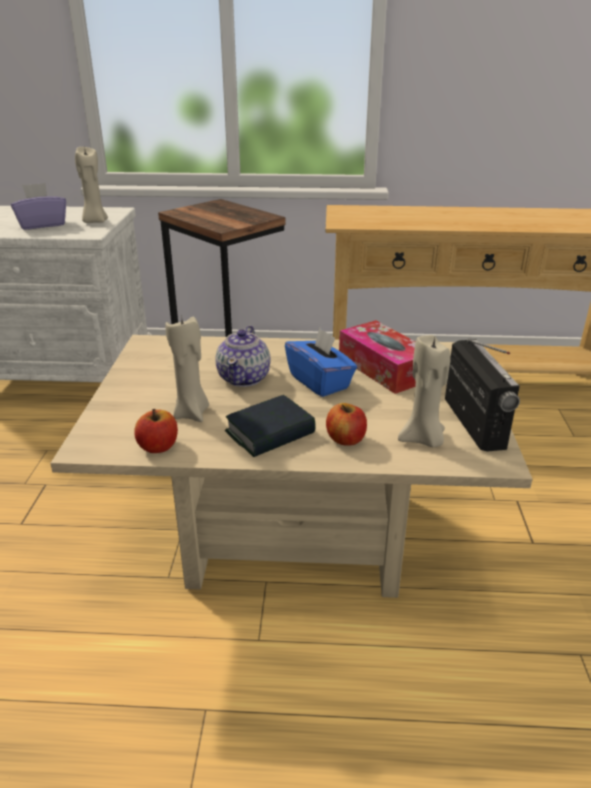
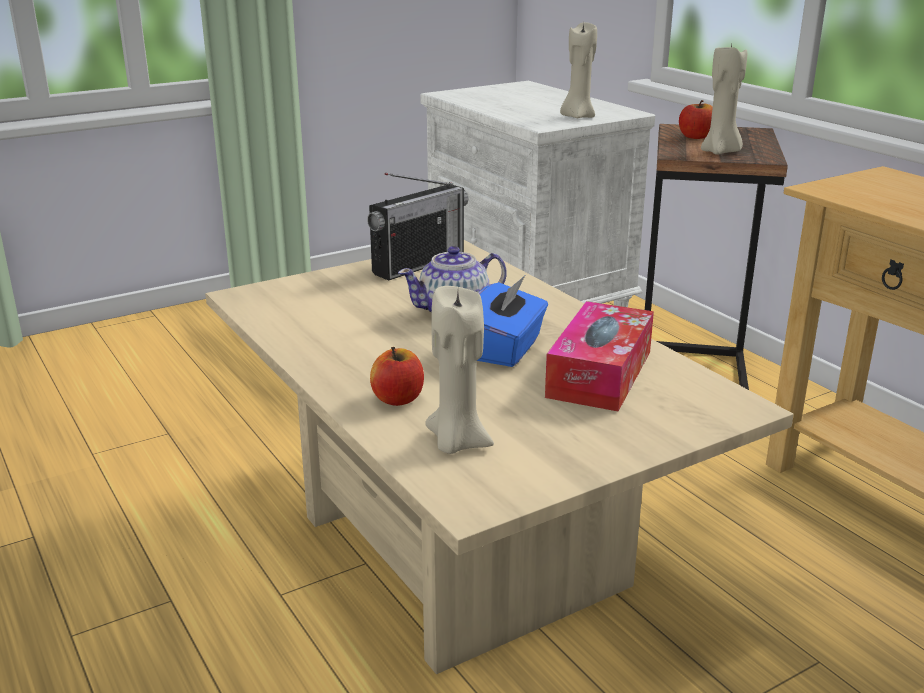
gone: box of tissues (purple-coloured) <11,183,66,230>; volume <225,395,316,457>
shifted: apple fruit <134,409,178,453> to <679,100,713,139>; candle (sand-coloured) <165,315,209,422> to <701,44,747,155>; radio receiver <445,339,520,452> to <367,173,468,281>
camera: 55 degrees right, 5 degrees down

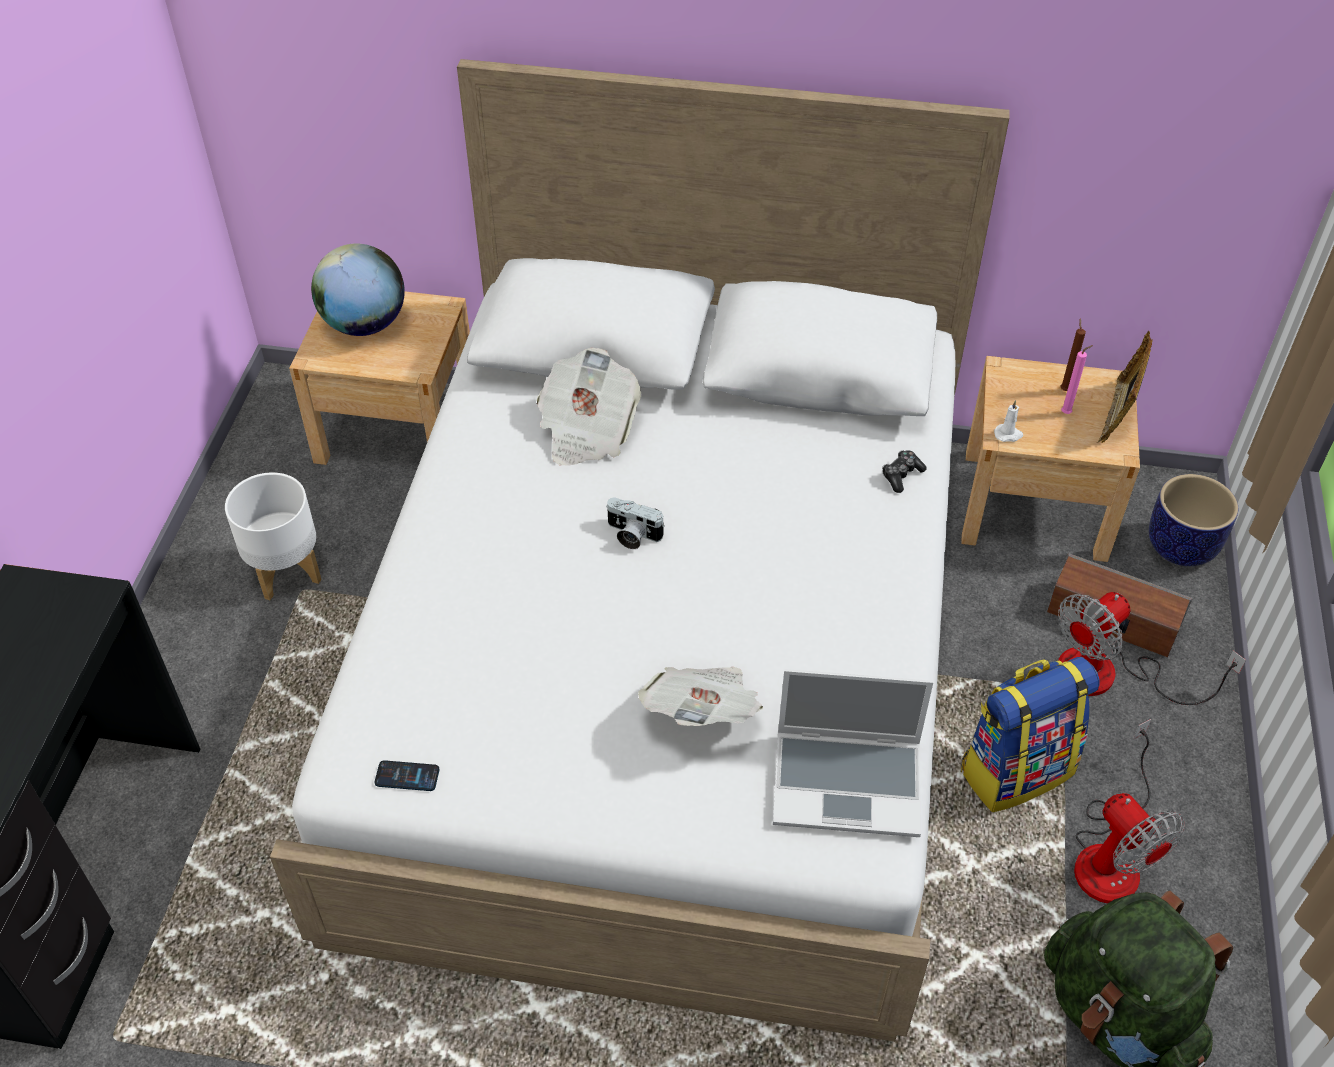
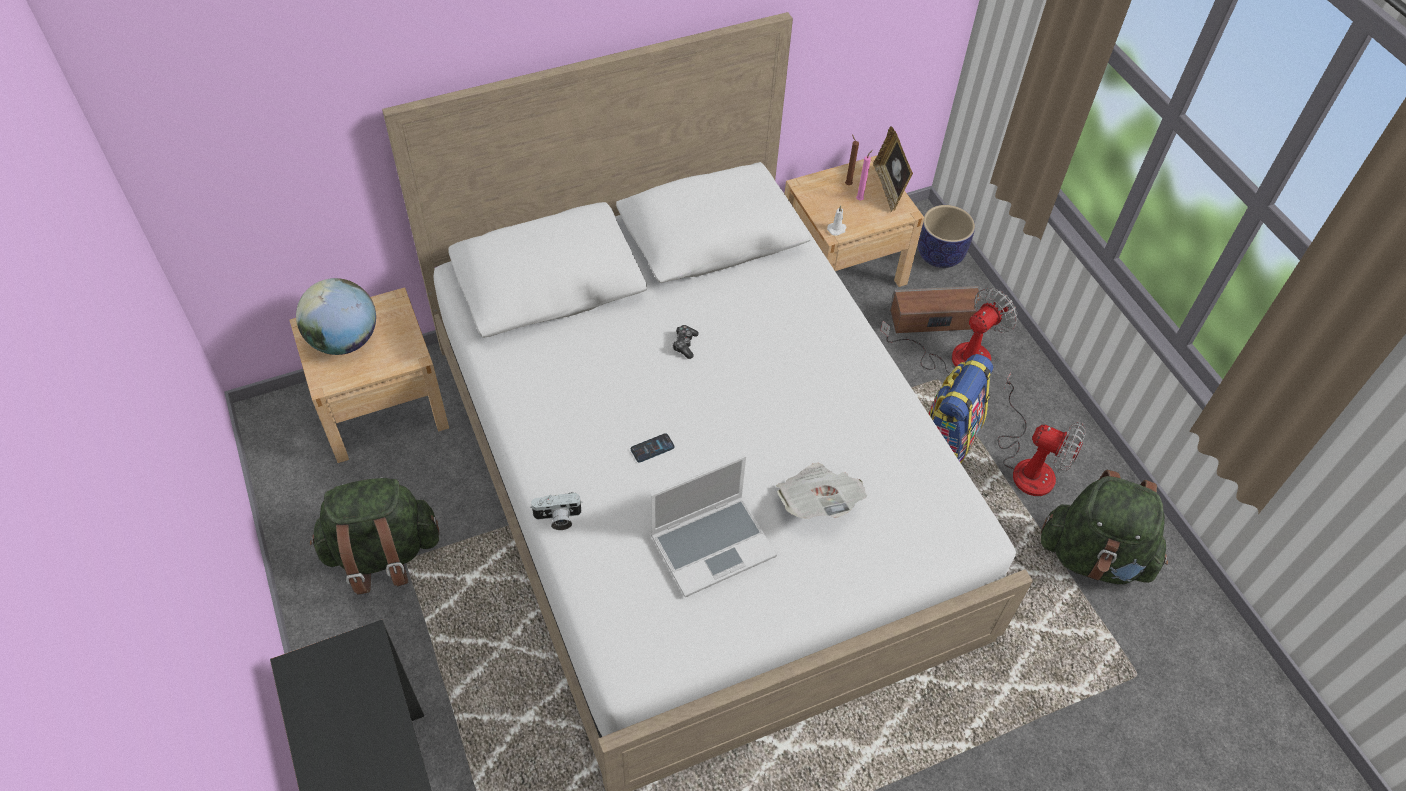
gone: daily paper <537,348,641,466>
shifted: phone <375,760,440,791> to <631,433,674,462>; still camera <606,498,665,549> to <530,492,582,530>; portable computer <773,669,933,837> to <651,455,777,597>; joypad <882,450,927,493> to <672,325,699,359>
swapped: plant pot (white-coloured) <225,472,322,600> to knapsack (green) <310,478,439,594>
rotated: cooling fan <1058,592,1246,705> = <880,288,1017,374> 150 degrees counterclockwise
camera: 35 degrees left, 5 degrees up

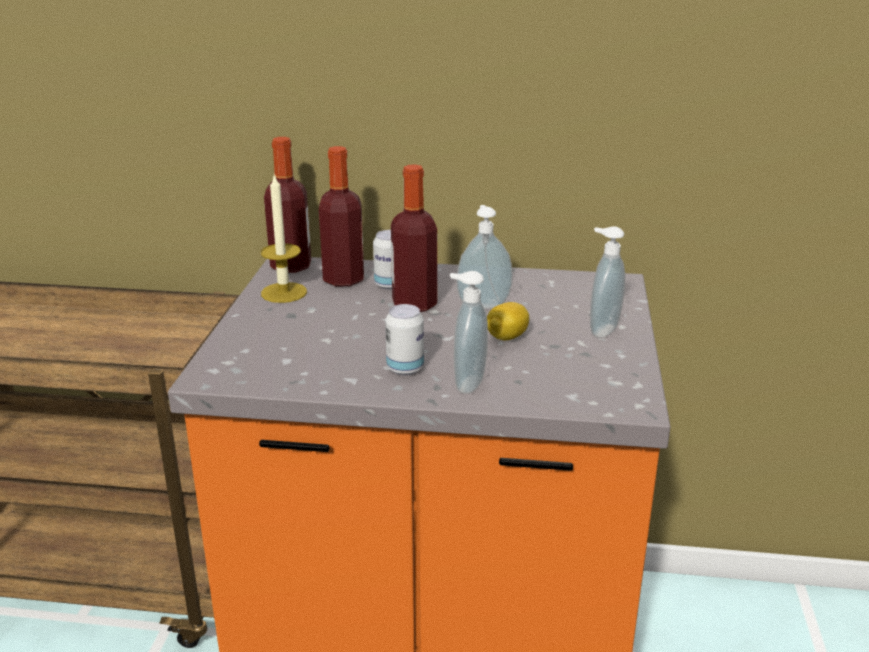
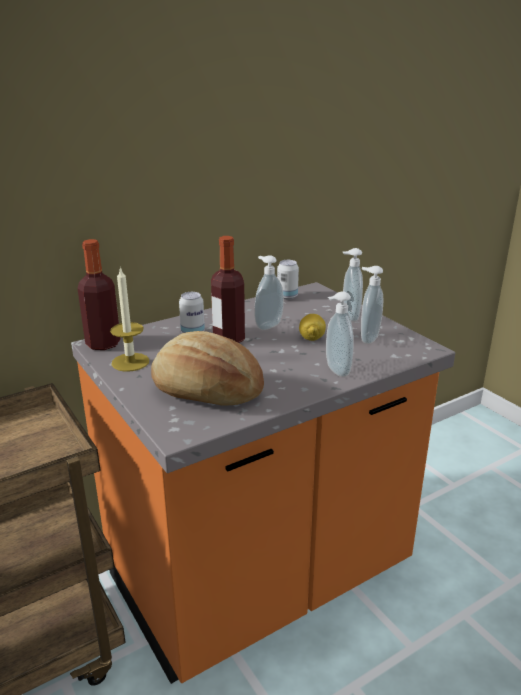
gone: beverage bottle <319,146,364,286>
new: bread <151,331,264,406>; liquid soap bottle <361,266,384,344>
shifted: can <385,304,424,376> to <277,260,299,300>
camera: 40 degrees left, 0 degrees up

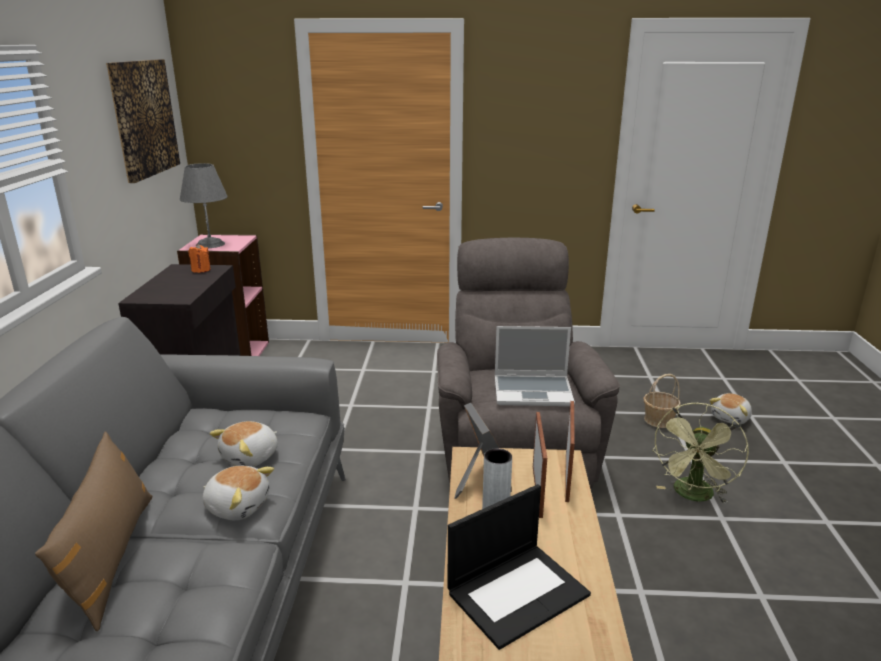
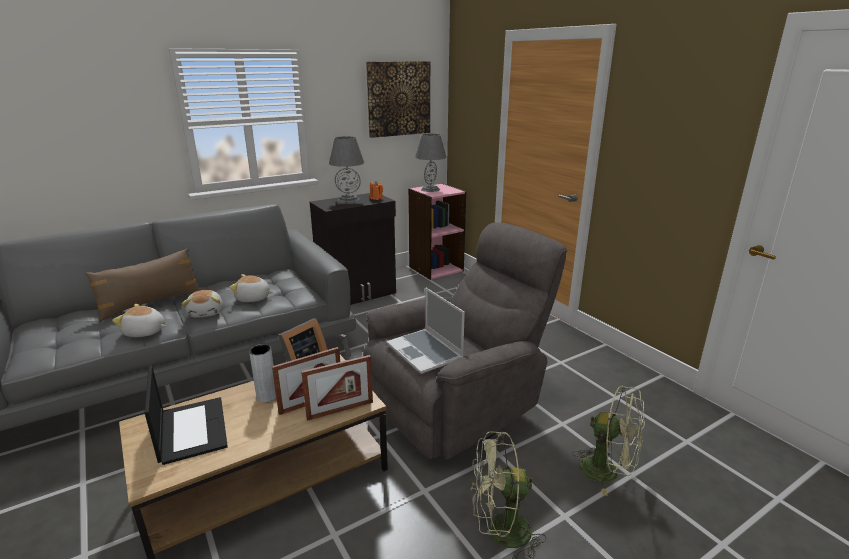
new: tabletop lamp (gray) <329,136,364,202>
shifted: cuddly toy <709,393,752,425> to <112,304,166,337>
swapped: basket <643,374,681,428> to cooling fan (green) <572,386,645,496>
rotated: portable computer <448,484,591,650> = <145,365,228,465> 135 degrees counterclockwise
camera: 55 degrees right, 0 degrees up

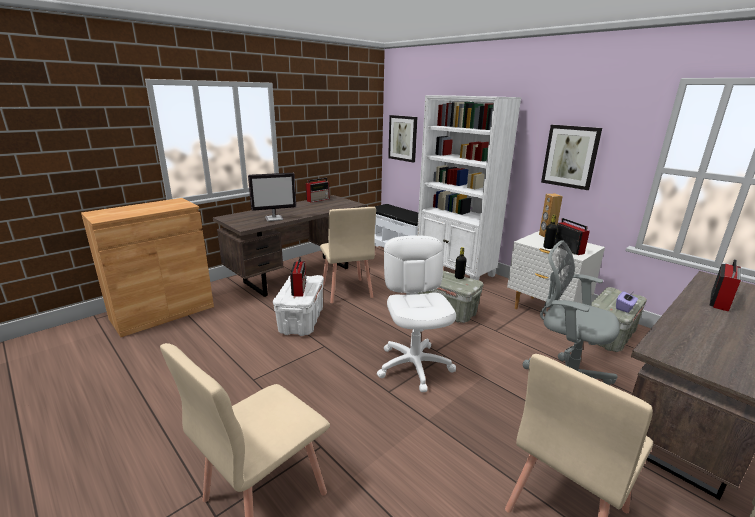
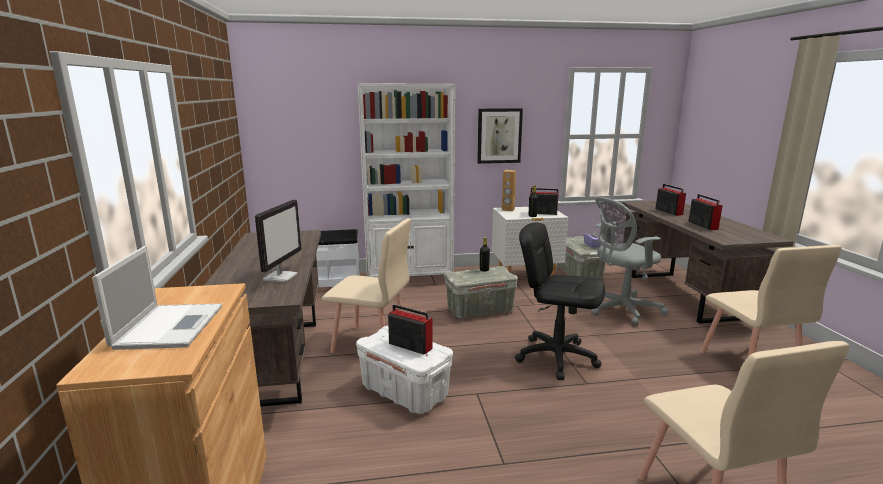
gone: wall picture <388,115,417,163>
new: portable computer <92,246,222,350>
shifted: radio receiver <306,178,329,202> to <688,194,722,230>
repainted: desk chair (white-coloured) <377,235,456,392> to desk chair (black) <515,222,605,380>
camera: 55 degrees left, 5 degrees down

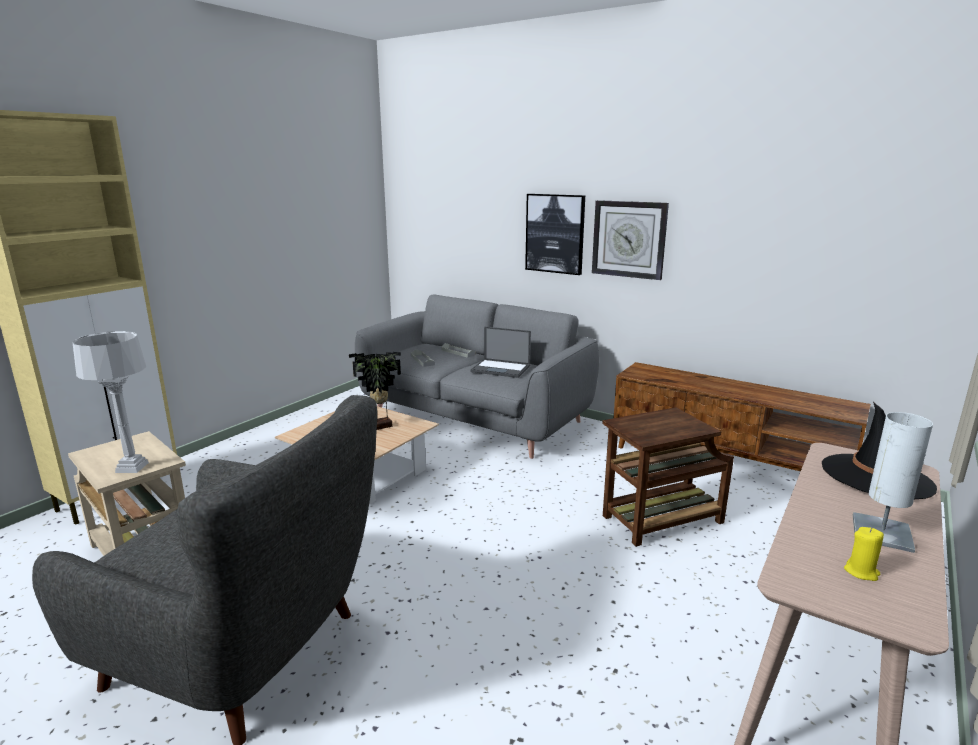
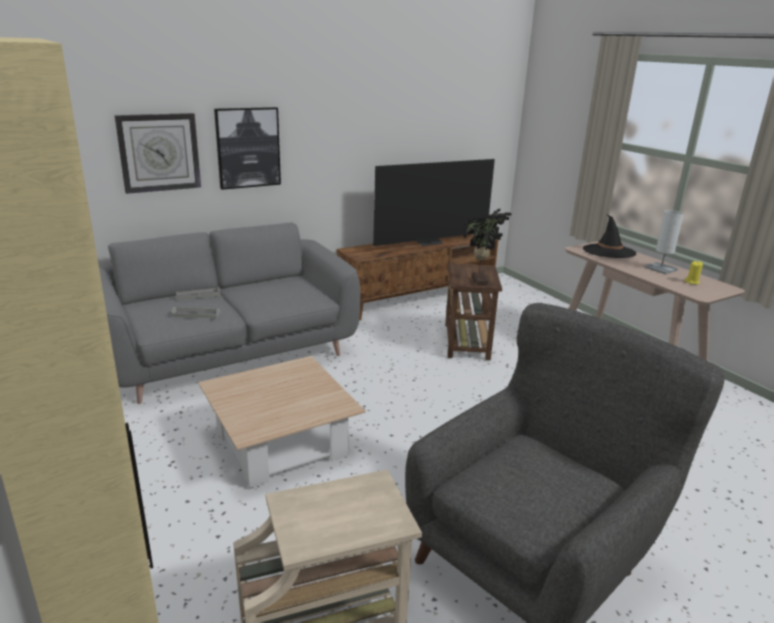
gone: tabletop lamp (gray) <72,331,149,473>; portable computer <471,326,531,378>
new: television <373,159,495,246>
shifted: potted plant <349,352,401,430> to <464,208,512,286>; clock on the wall <592,200,669,280> to <114,113,201,194>
camera: 65 degrees left, 5 degrees up

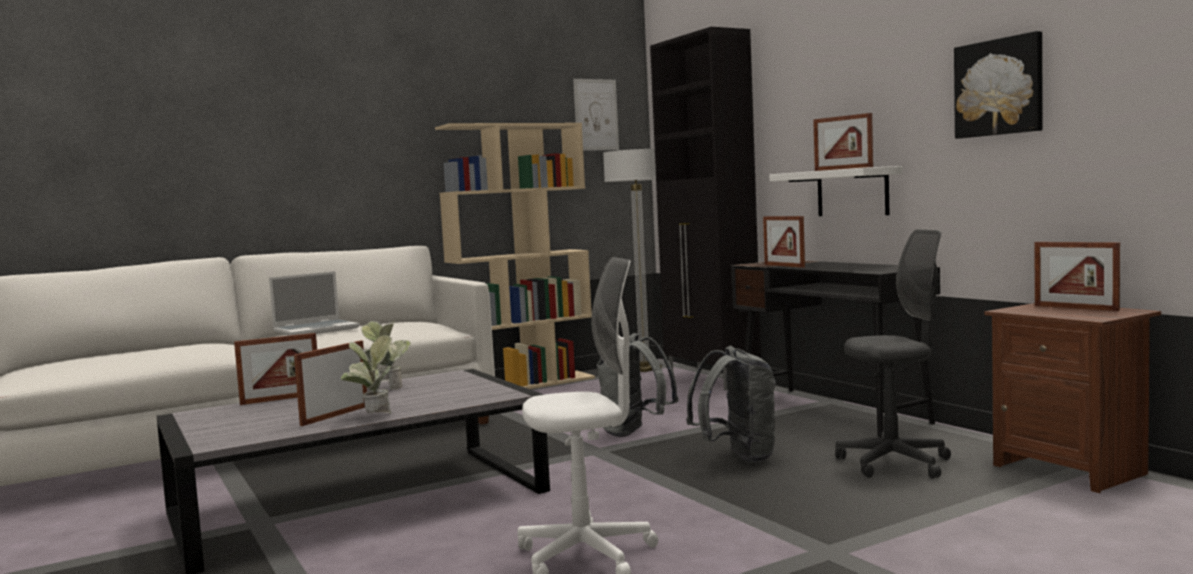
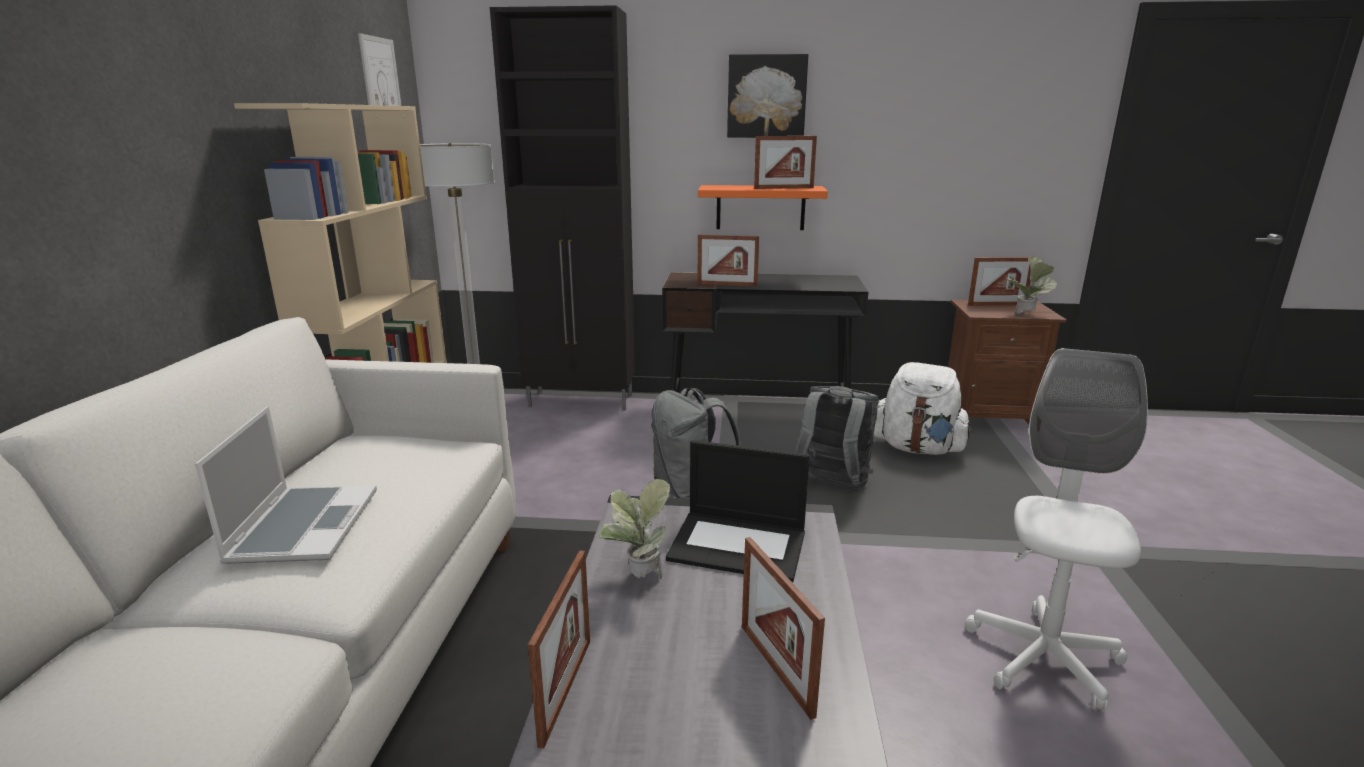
new: portable computer <666,440,809,582>
shifted: potted plant <341,335,392,414> to <1007,256,1057,314>; wall picture <954,31,1043,139> to <727,54,808,138>
swapped: desk chair (gray) <835,229,951,479> to knapsack (white-coloured) <874,362,973,455>
repainted: wall shelf (white-coloured) <770,166,903,216> to wall shelf (orange-coloured) <698,185,828,230>
camera: 55 degrees left, 15 degrees up

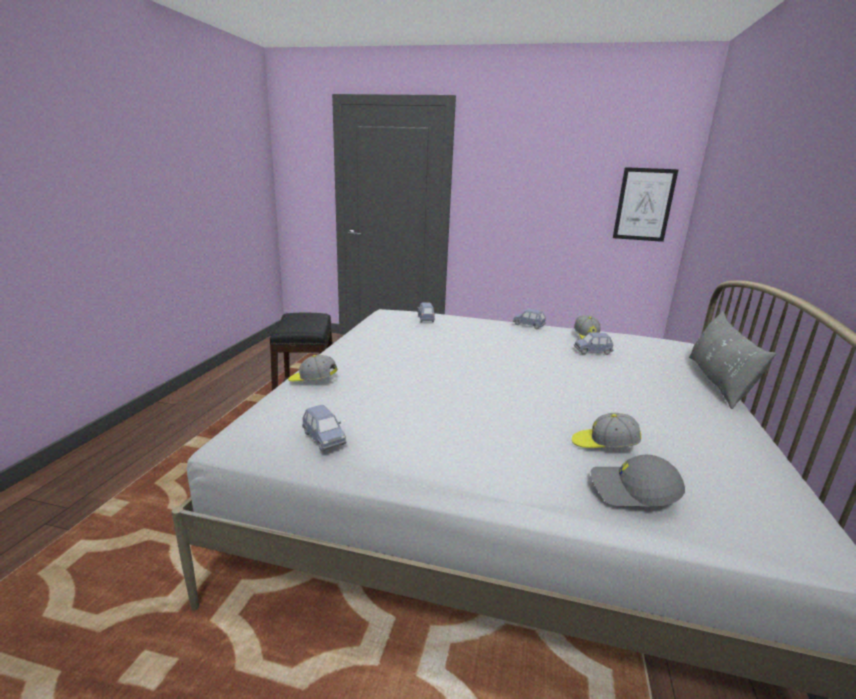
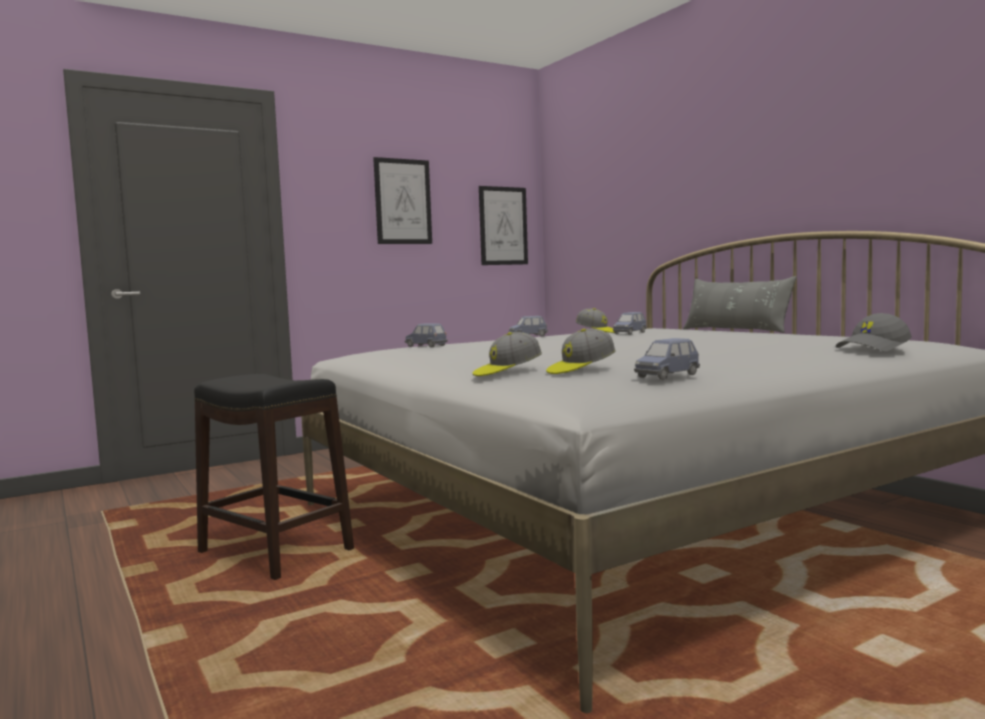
new: wall picture <373,157,432,244>
shifted: cap <572,413,641,448> to <546,329,616,374>
rotated: model car (bluish) <302,405,346,452> = <634,338,700,380> 135 degrees clockwise
camera: 45 degrees left, 15 degrees down

